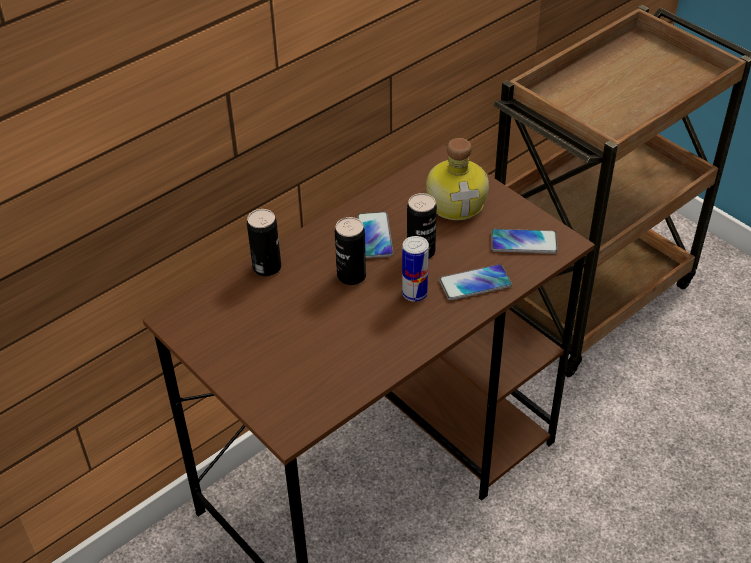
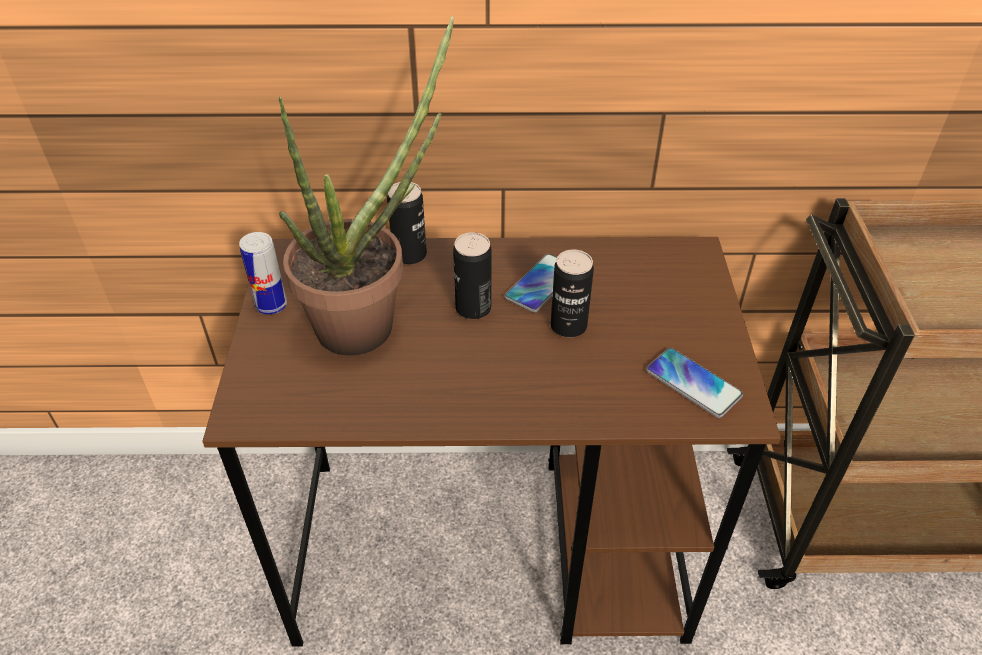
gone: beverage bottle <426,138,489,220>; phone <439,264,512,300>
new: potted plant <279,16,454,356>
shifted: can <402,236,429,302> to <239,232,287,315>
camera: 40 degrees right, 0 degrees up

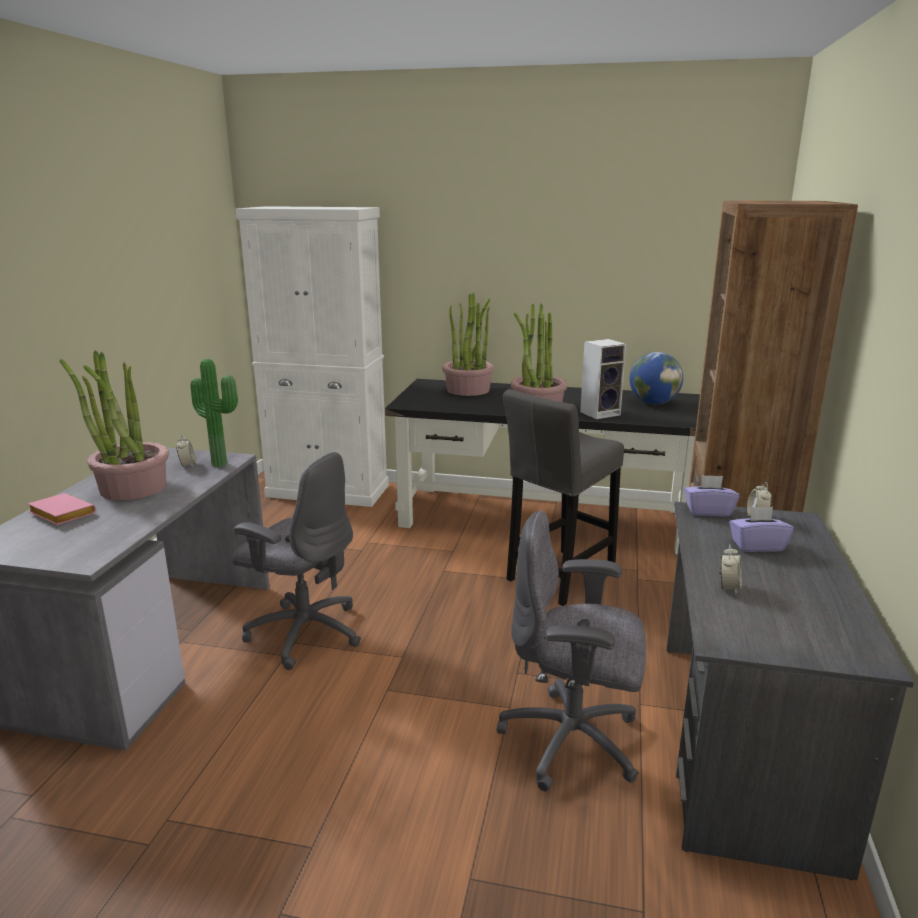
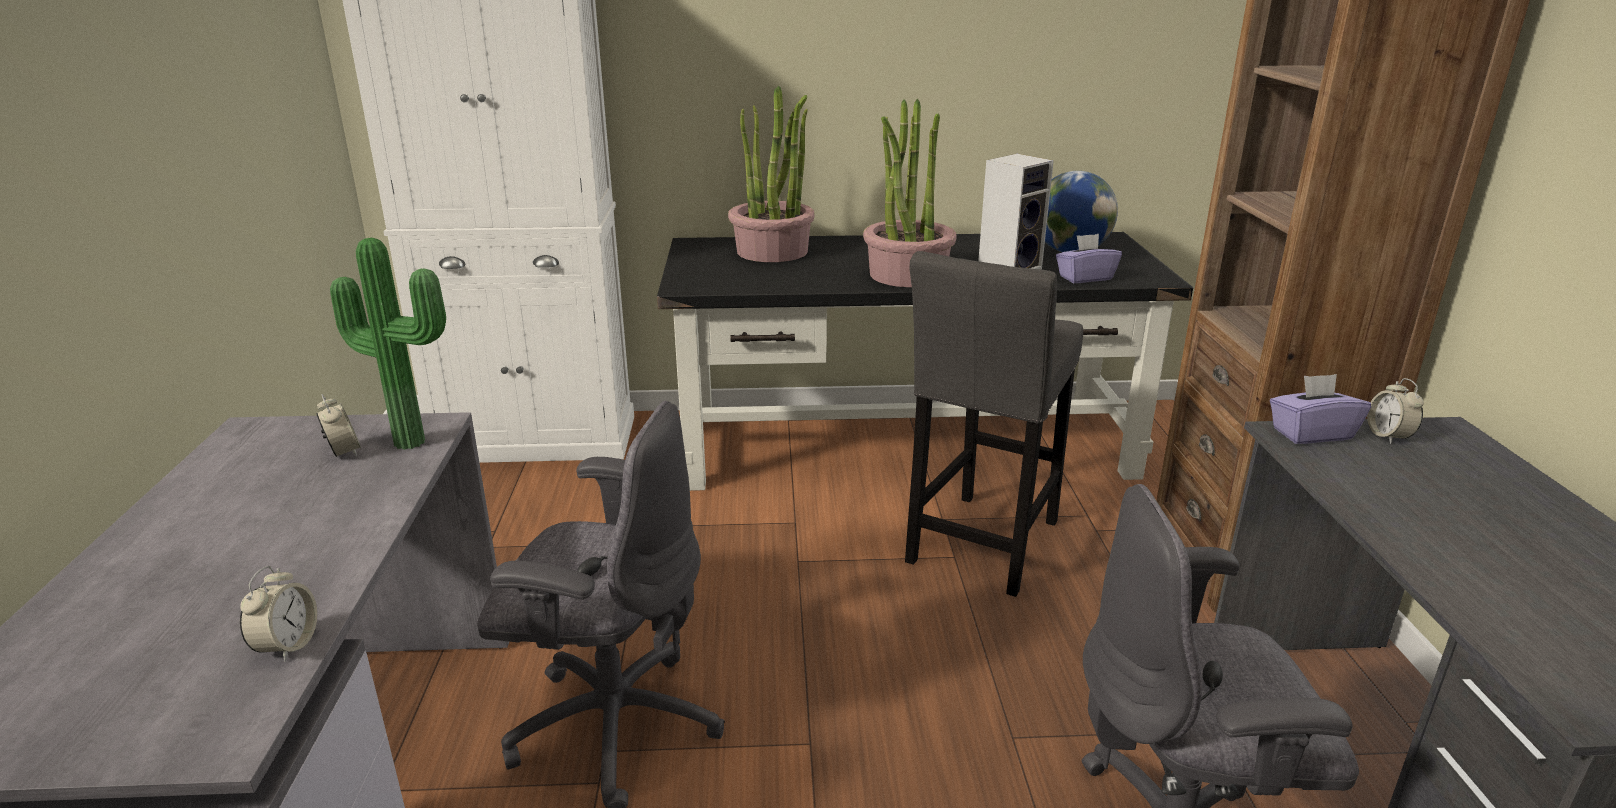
gone: volume (pink) <28,493,96,525>; potted plant <59,350,169,500>
shifted: alarm clock <719,544,742,595> to <240,566,317,662>; box of tissues (purple-coloured) <729,506,794,552> to <1056,234,1122,283>
camera: 15 degrees left, 5 degrees up

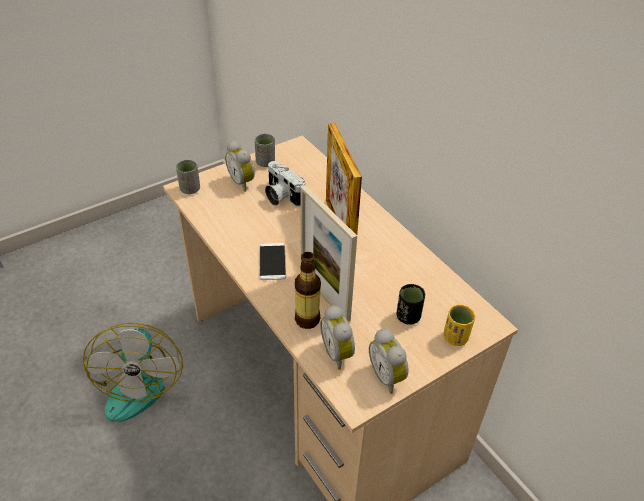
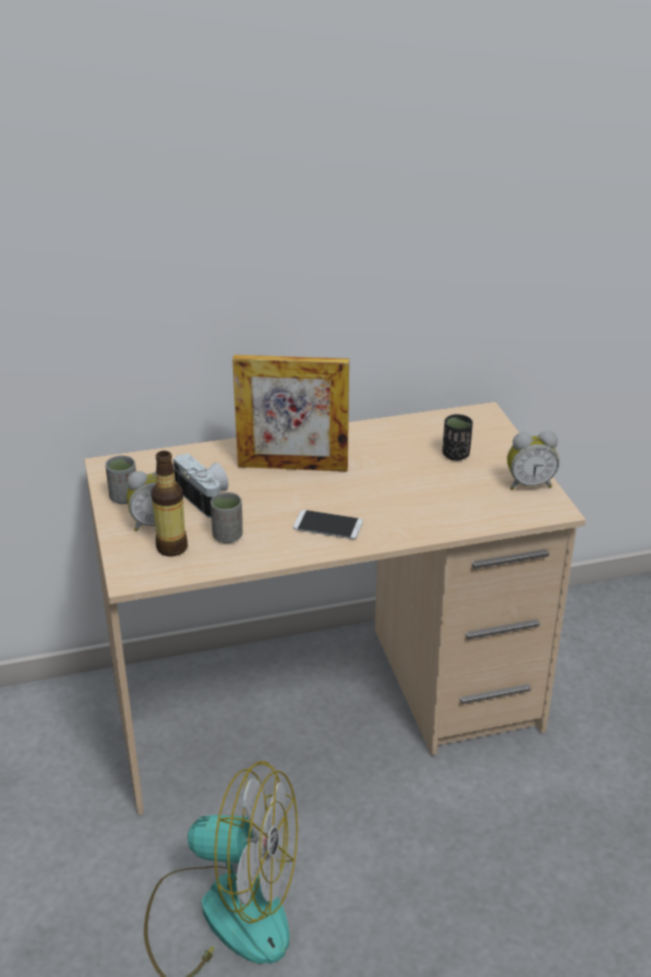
gone: picture frame <300,185,357,322>; alarm clock <320,305,355,370>; cup (yellow) <443,305,475,346>
shifted: cup (gray) <176,160,200,194> to <211,492,243,543>; beverage bottle <295,252,321,329> to <151,451,188,556>
rotated: still camera <265,161,305,207> = <173,453,228,518> 105 degrees counterclockwise
camera: 70 degrees left, 10 degrees down

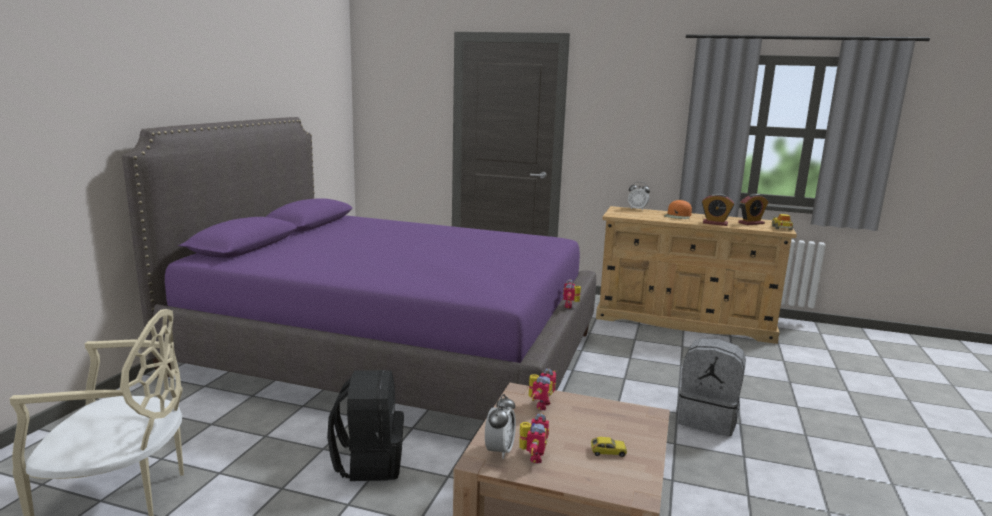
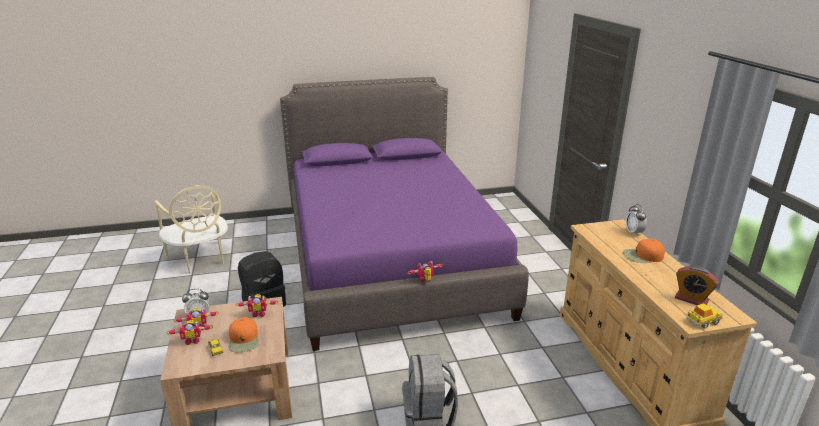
gone: alarm clock <702,194,734,226>
new: toy robot <166,320,213,345>; cap (orange-coloured) <229,317,259,352>
camera: 60 degrees right, 10 degrees up

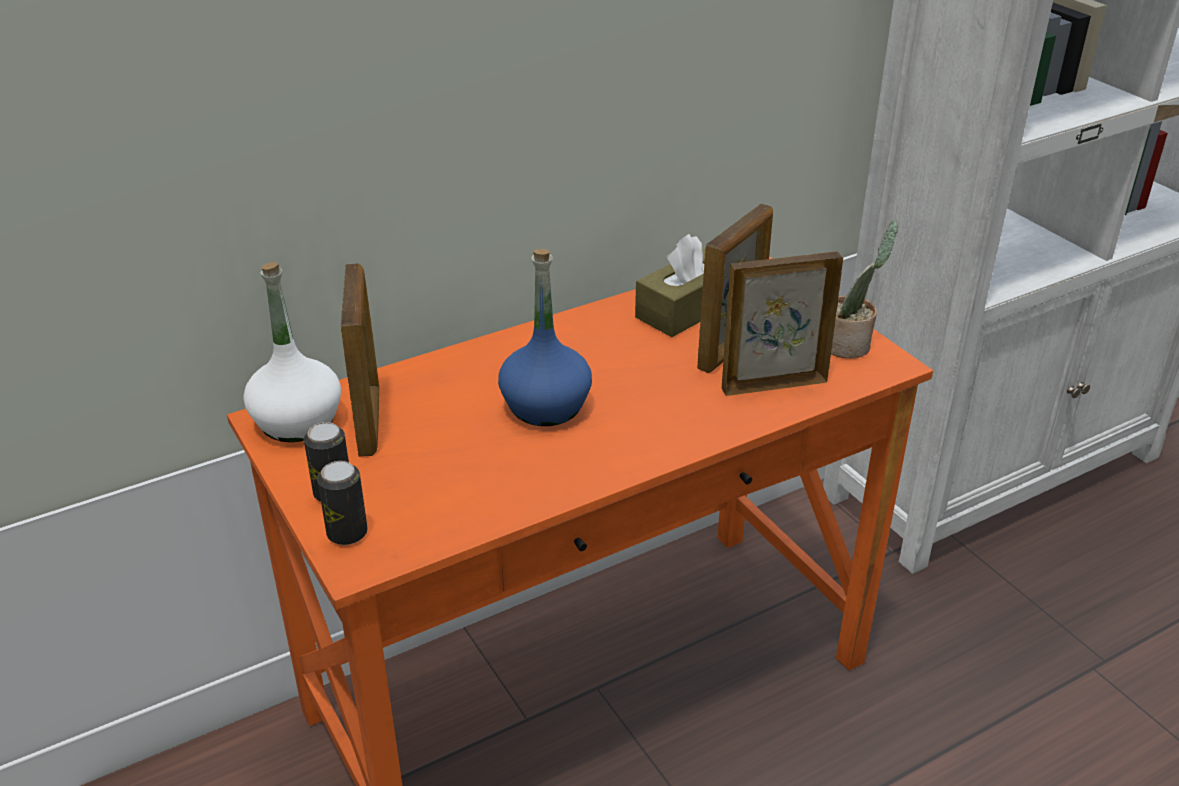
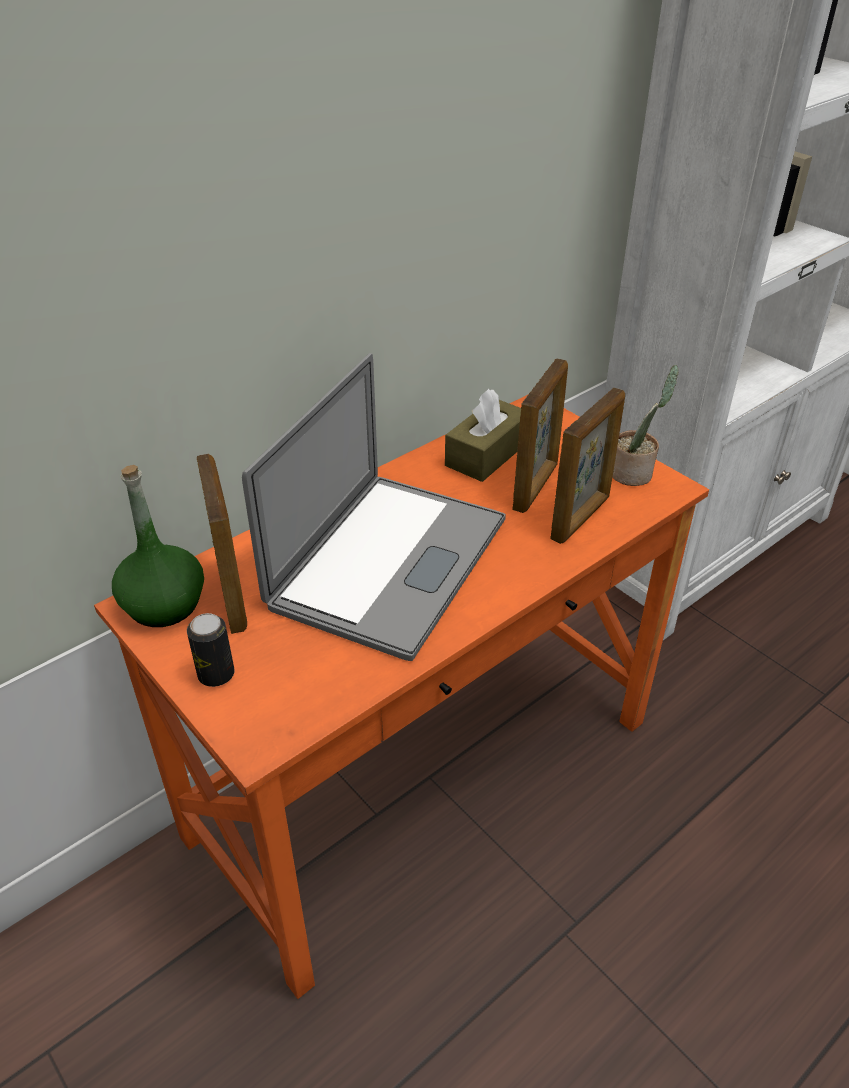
gone: can <317,461,368,545>
swapped: beverage bottle (bluish) <498,249,592,426> to portable computer <242,353,506,661>
repainted: beverage bottle (white-coloured) <243,262,341,442> to beverage bottle (green) <112,465,204,627>
rotated: picture frame <722,251,843,396> = <550,388,625,544> 150 degrees clockwise
camera: 10 degrees left, 5 degrees up

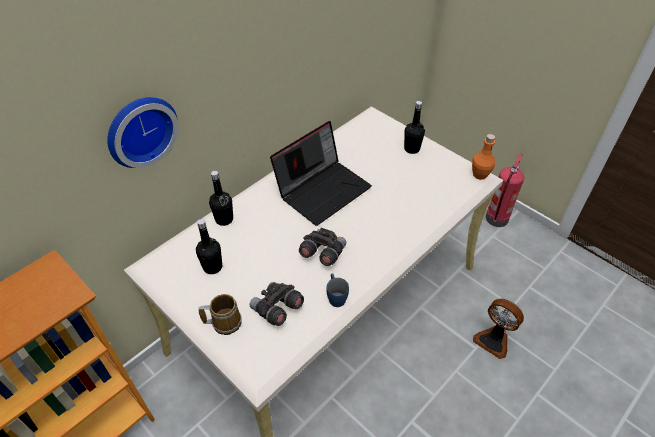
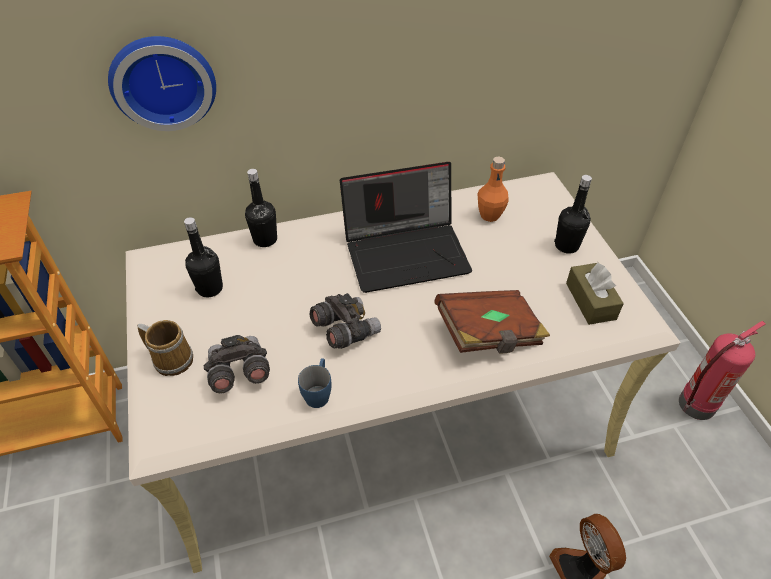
new: volume (brownish) <434,290,550,353>; box of tissues (brownish) <566,262,624,325>
shifted: beverage bottle (orange-coloured) <472,134,495,180> to <478,156,509,222>
camera: 30 degrees right, 0 degrees up

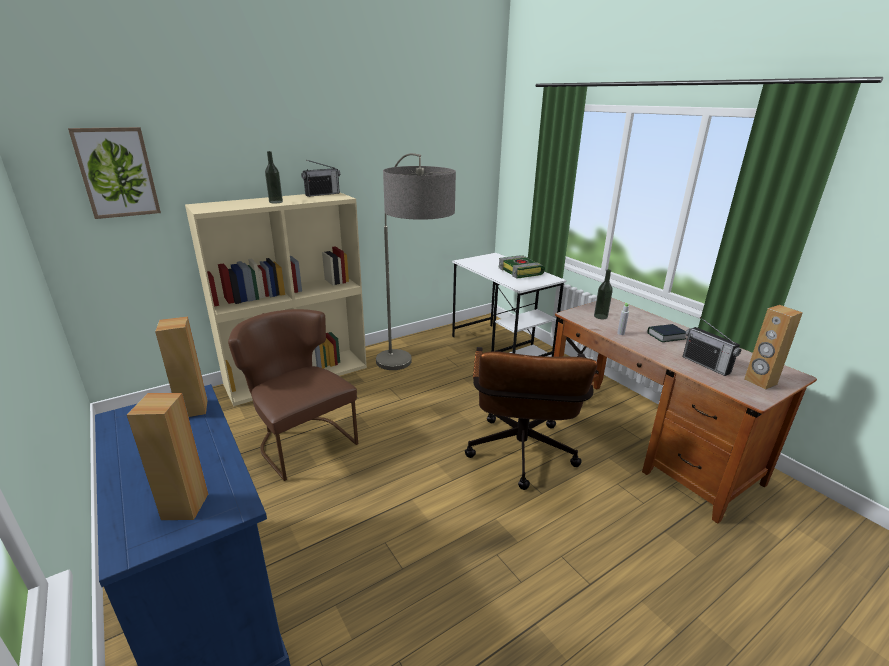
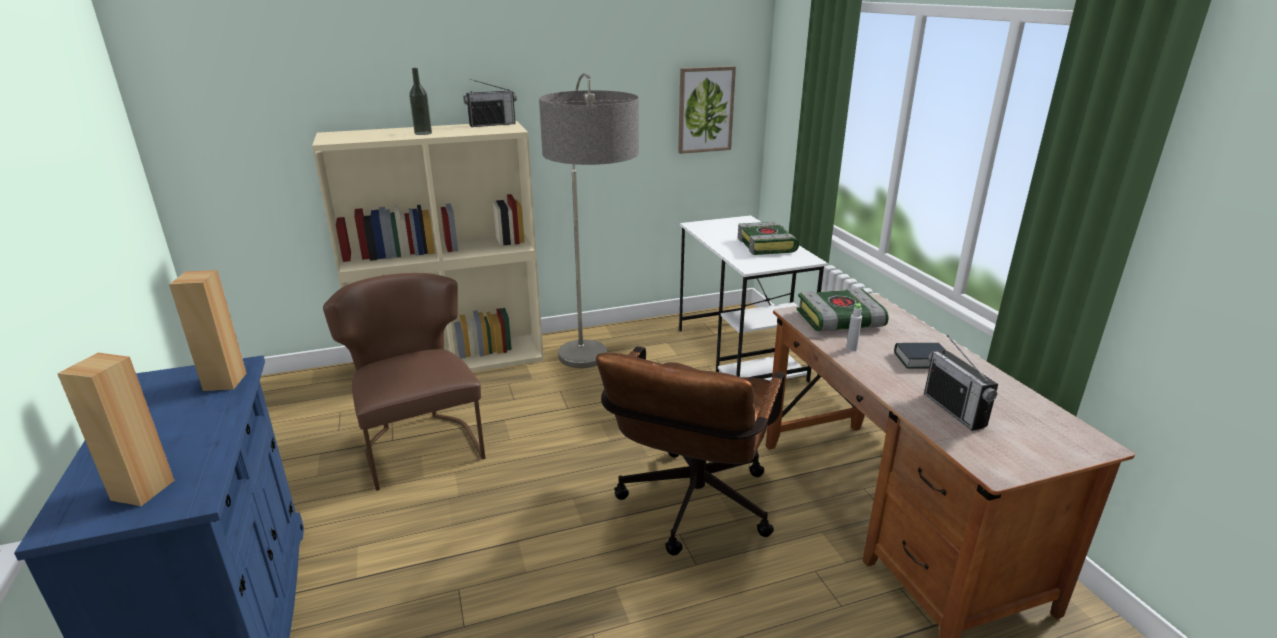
gone: loudspeaker (brownish) <744,305,803,390>
shifted: wall picture <68,127,161,219> to <678,66,736,154>
swapped: beverage bottle <594,269,613,319> to volume <797,288,889,332>
camera: 15 degrees right, 0 degrees up

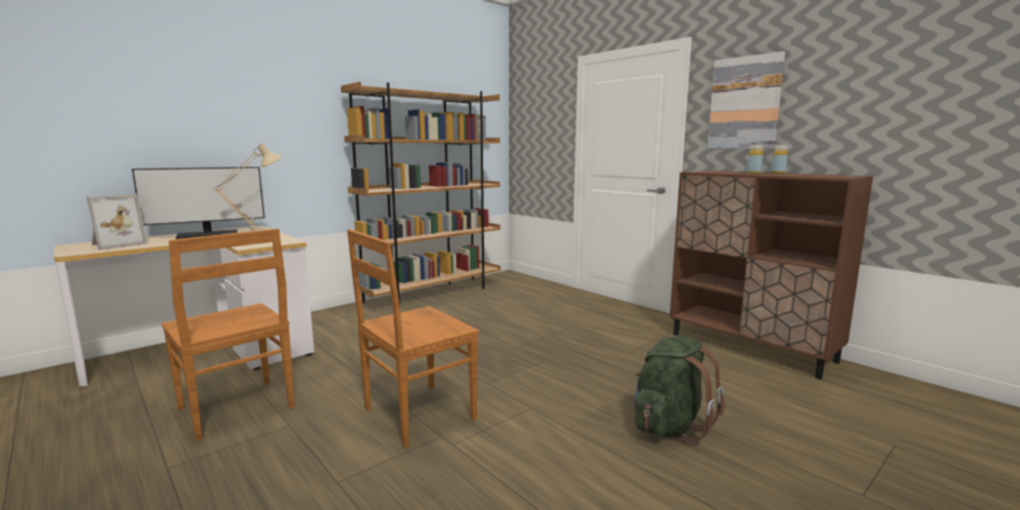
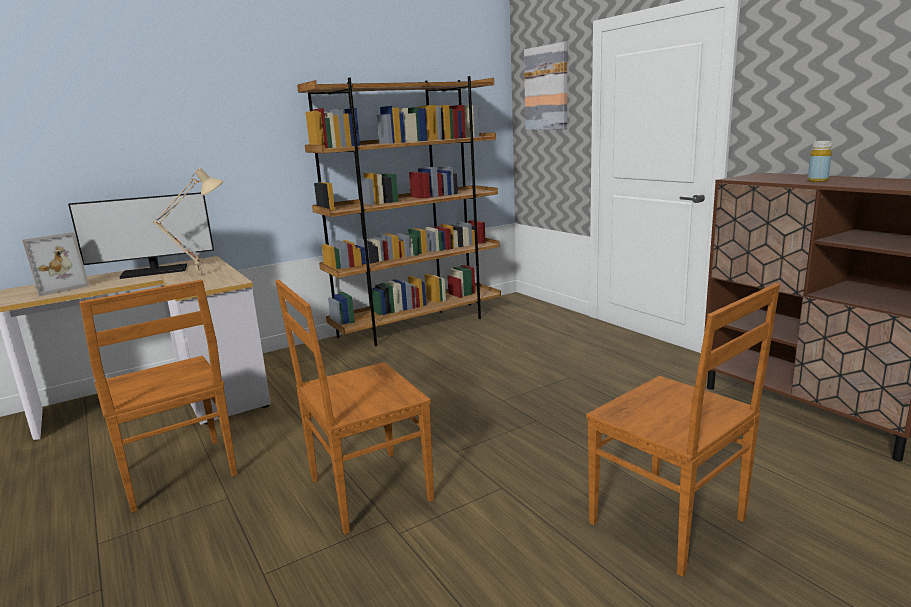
gone: beverage bottle (yellow) <771,145,788,174>
shifted: wall picture <708,51,785,149> to <524,42,567,130>
swapped: knapsack (green) <634,336,725,444> to plain chair (brownish) <586,283,780,577>
camera: 10 degrees right, 5 degrees up

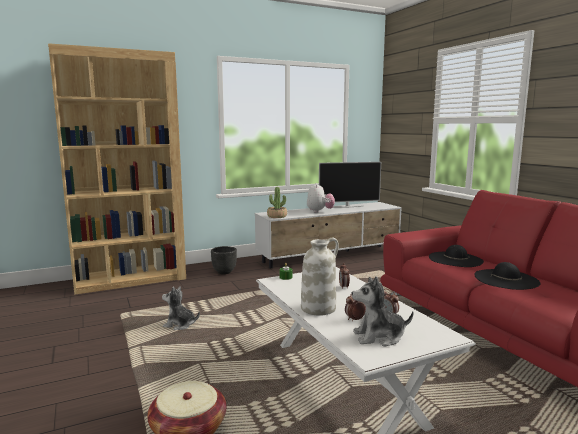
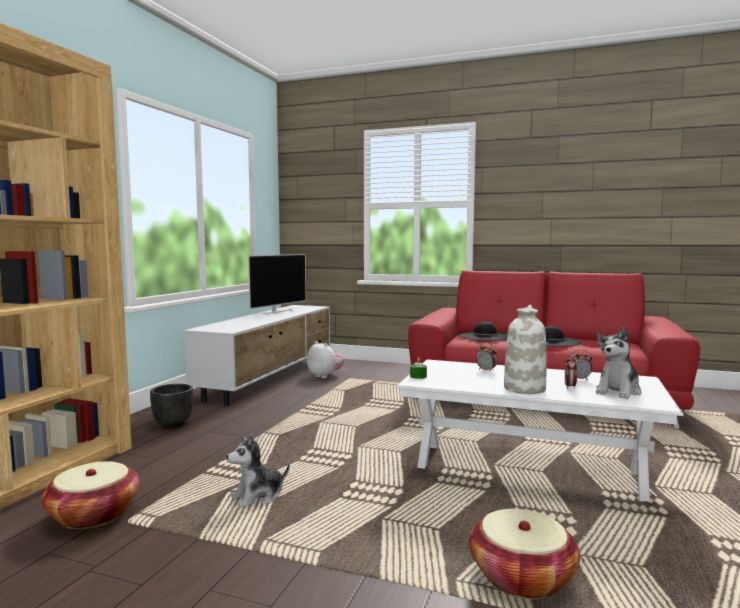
gone: potted plant <267,187,287,218>
new: basket <42,461,139,529>
shifted: cuddly toy <307,183,335,213> to <307,341,344,379>
camera: 45 degrees left, 5 degrees down

